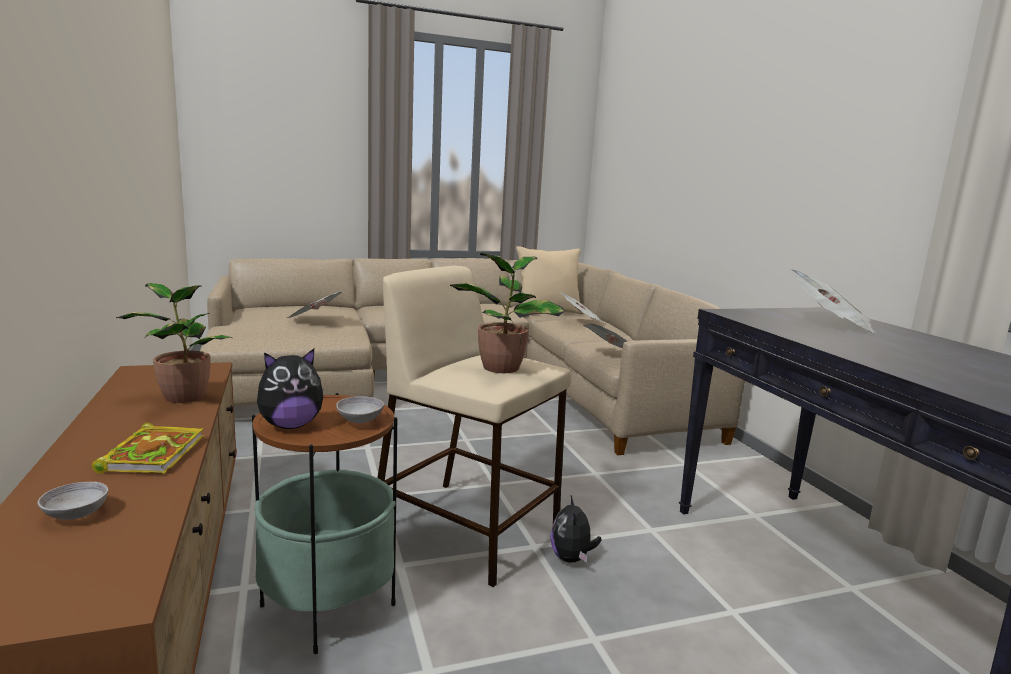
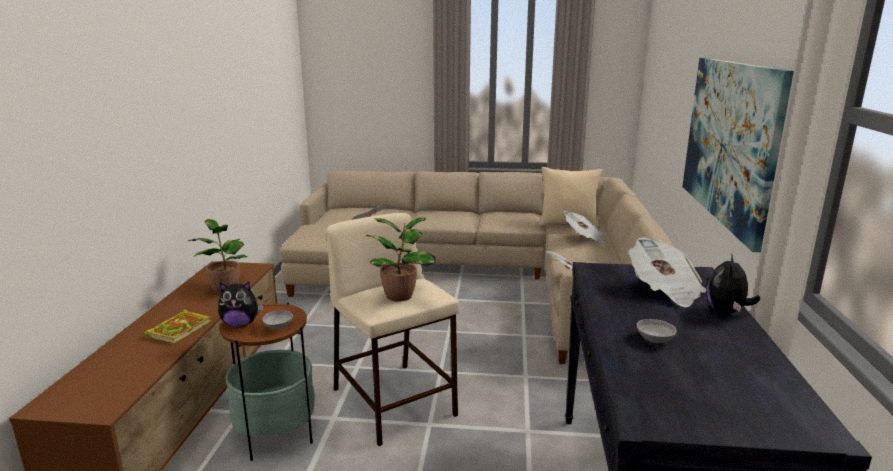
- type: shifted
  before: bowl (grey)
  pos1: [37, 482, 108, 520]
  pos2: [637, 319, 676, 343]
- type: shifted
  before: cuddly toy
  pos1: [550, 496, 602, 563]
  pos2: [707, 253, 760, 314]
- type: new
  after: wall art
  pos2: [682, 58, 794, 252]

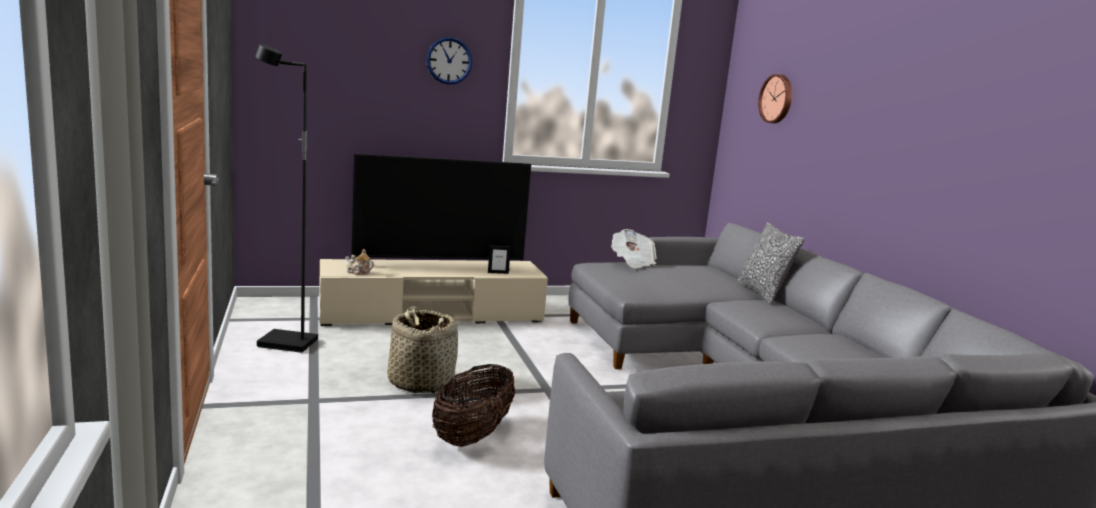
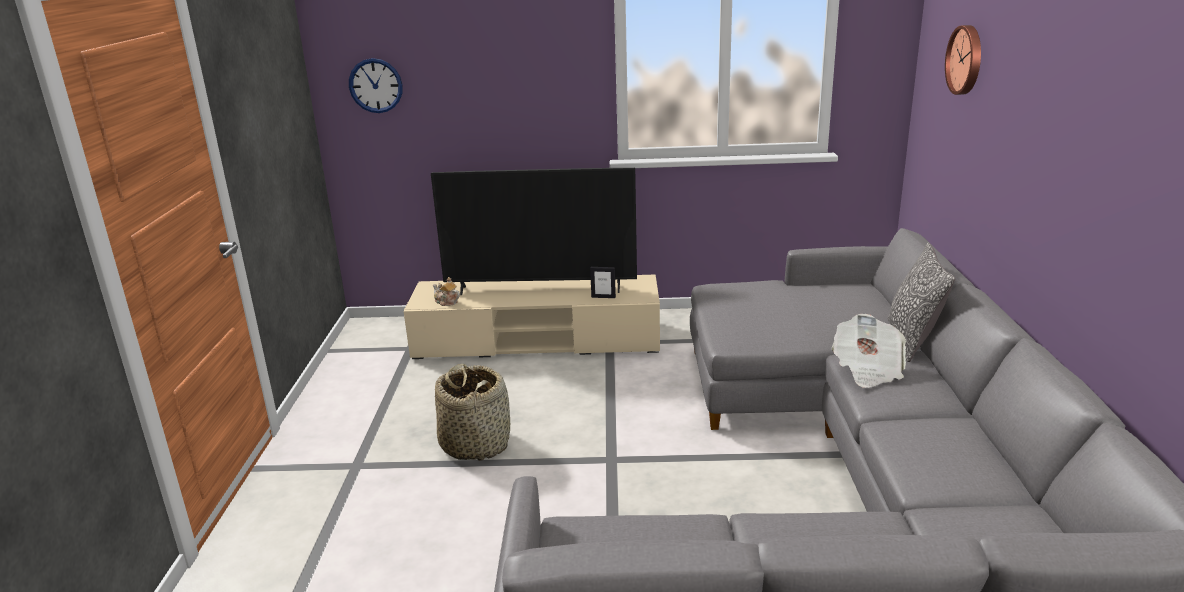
- type: shifted
  before: wall clock
  pos1: [426, 37, 472, 85]
  pos2: [349, 58, 403, 113]
- type: gone
  before: standard lamp (black)
  pos1: [255, 44, 318, 353]
- type: shifted
  before: newspaper
  pos1: [611, 229, 656, 268]
  pos2: [831, 314, 906, 388]
- type: gone
  before: basket
  pos1: [432, 364, 515, 447]

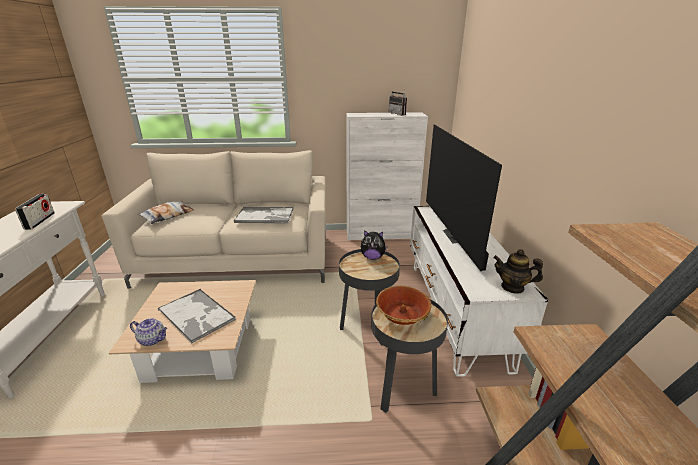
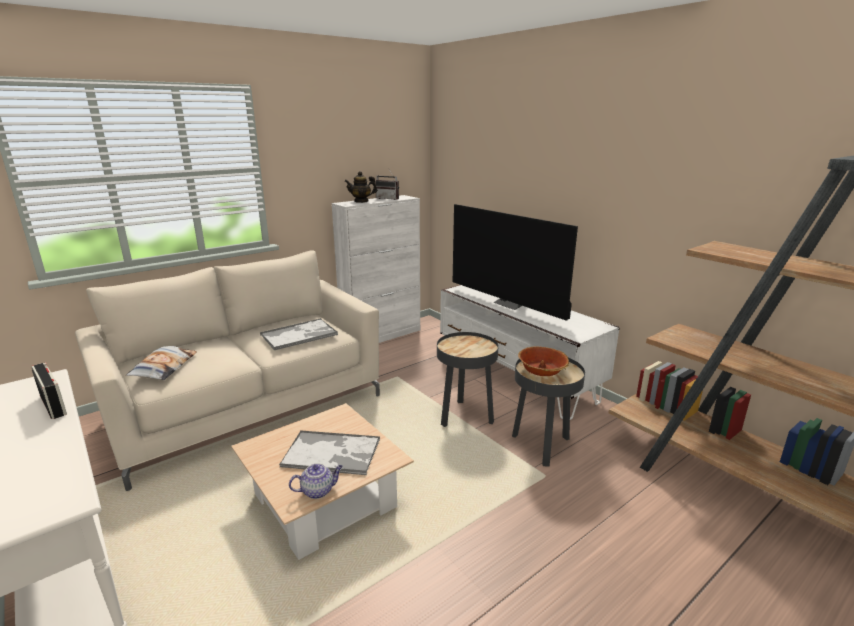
- type: gone
  before: cuddly toy
  pos1: [361, 230, 388, 260]
- type: shifted
  before: teapot
  pos1: [493, 249, 543, 294]
  pos2: [344, 171, 377, 203]

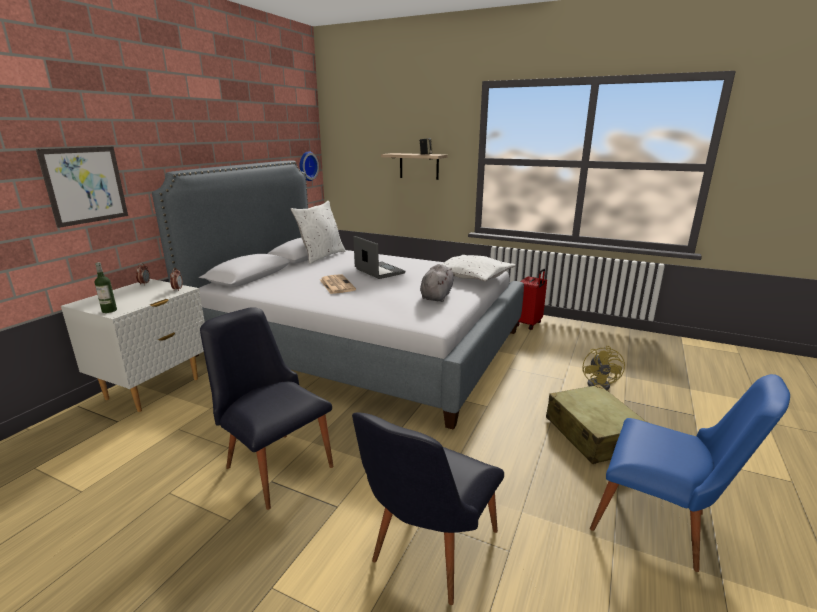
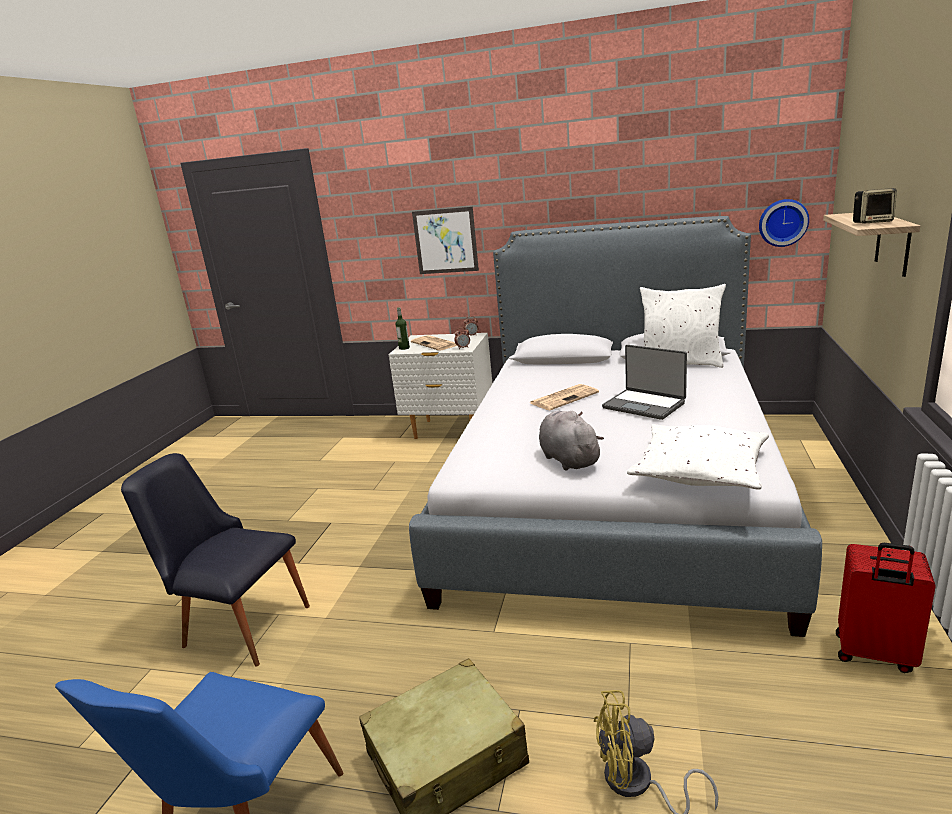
- type: rotated
  before: notebook computer
  pos1: [353, 236, 405, 279]
  pos2: [602, 345, 687, 420]
  turn: 90
- type: rotated
  before: cuddly toy (grey)
  pos1: [420, 264, 455, 302]
  pos2: [539, 411, 604, 471]
  turn: -120
- type: gone
  before: plain chair (black)
  pos1: [200, 307, 334, 510]
- type: new
  after: newspaper
  pos2: [411, 335, 457, 351]

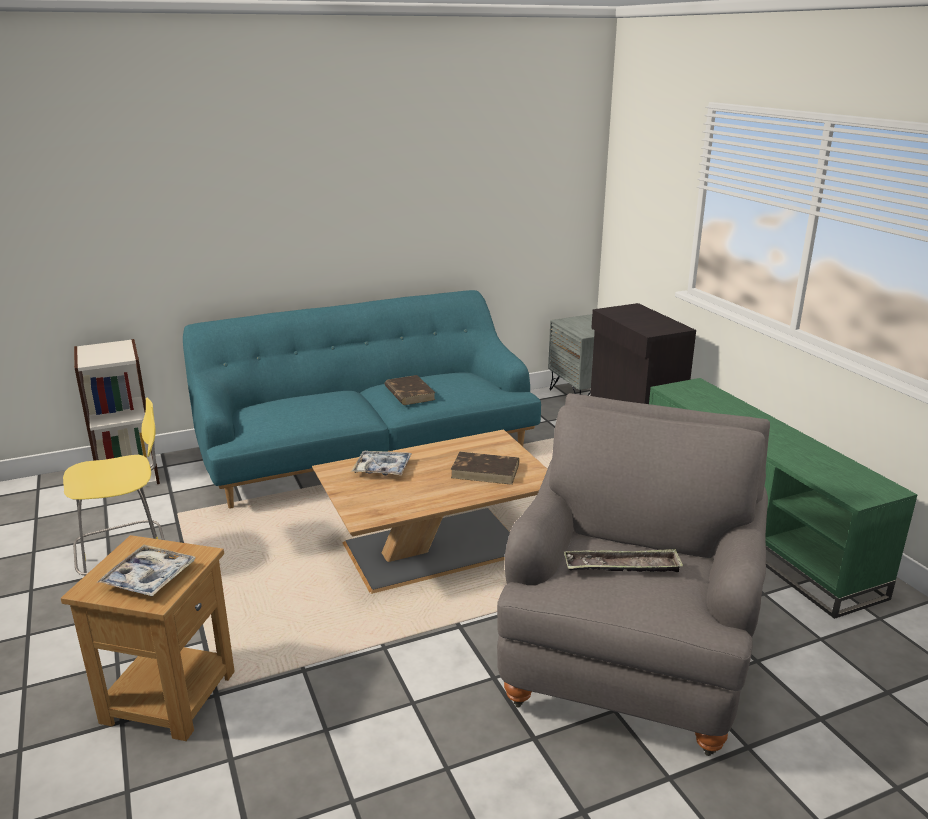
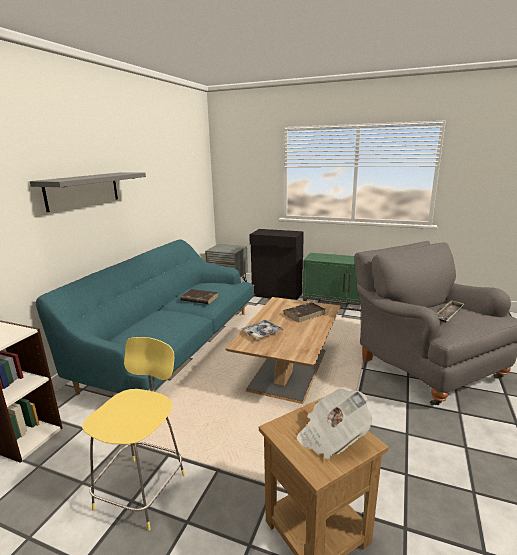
- type: swapped
  before: tray
  after: newspaper
  pos1: [96, 545, 195, 596]
  pos2: [297, 388, 372, 459]
- type: new
  after: shelf (grey)
  pos2: [30, 172, 146, 212]

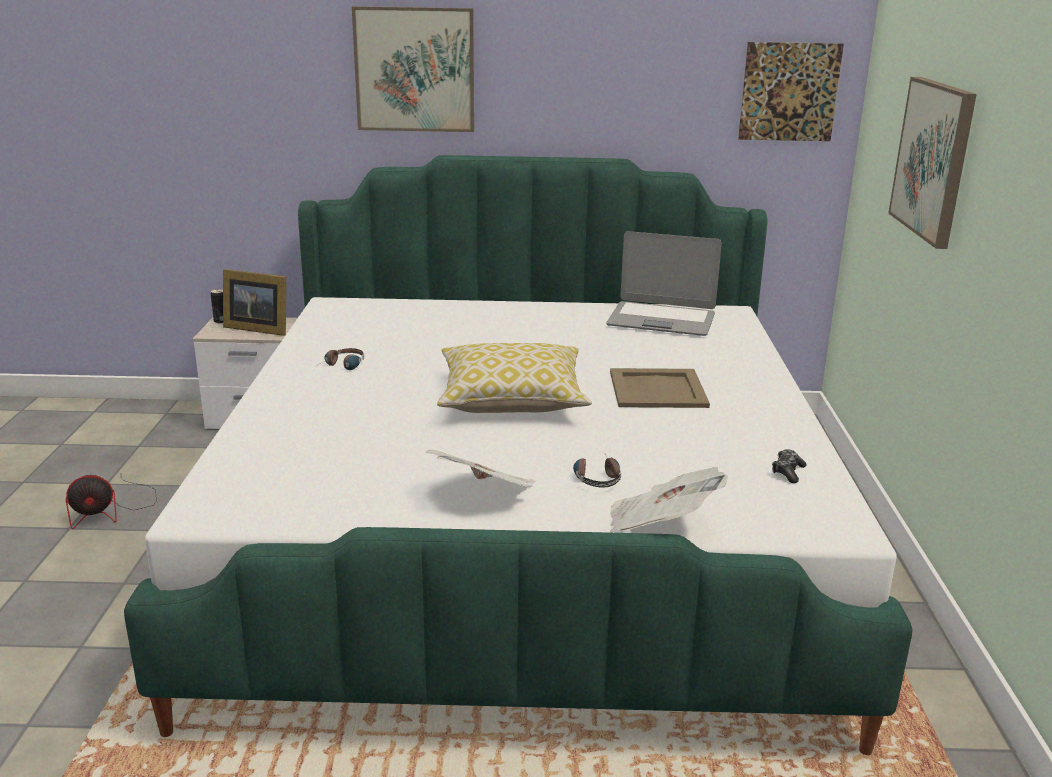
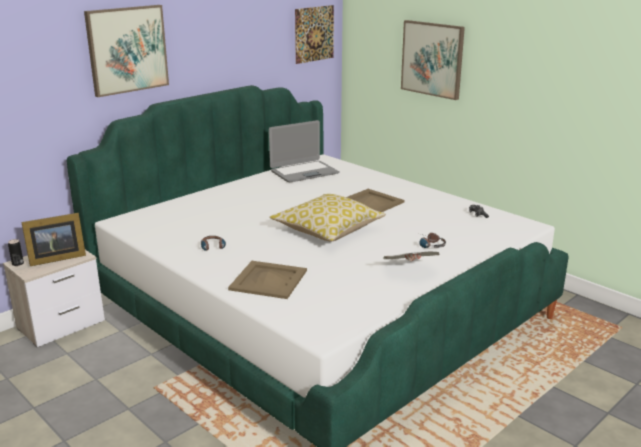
- type: gone
  before: newspaper
  pos1: [610, 467, 728, 533]
- type: gone
  before: electric fan
  pos1: [66, 475, 157, 529]
- type: new
  after: tray (sand-coloured)
  pos2: [228, 261, 307, 299]

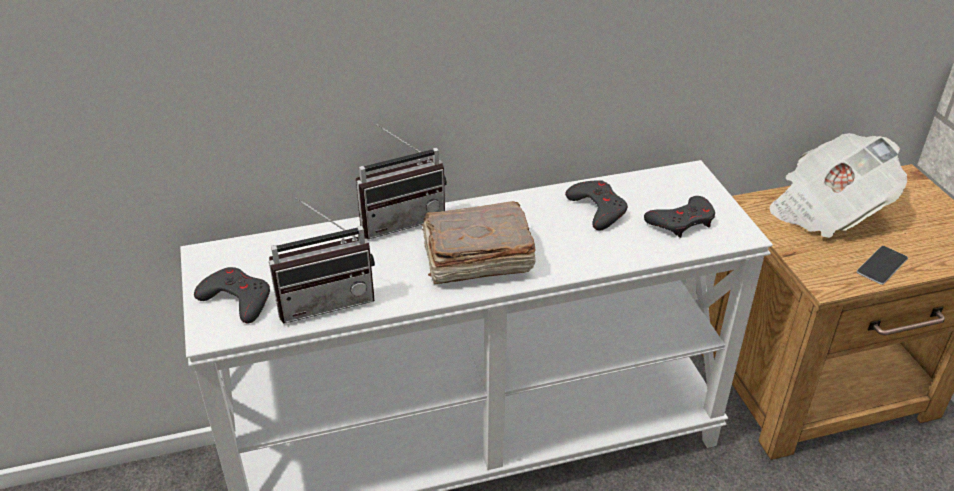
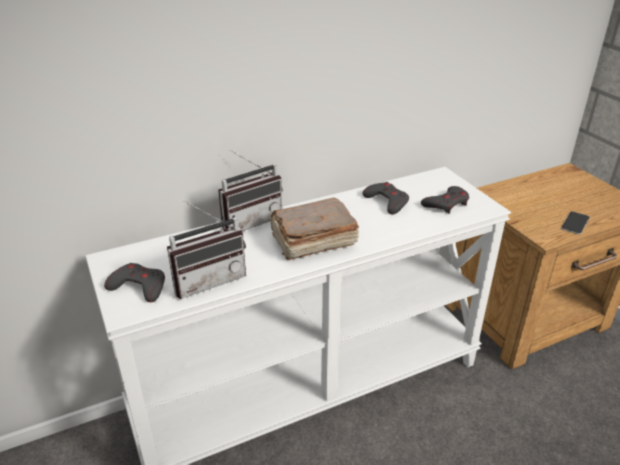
- type: gone
  before: newspaper
  pos1: [769, 133, 907, 238]

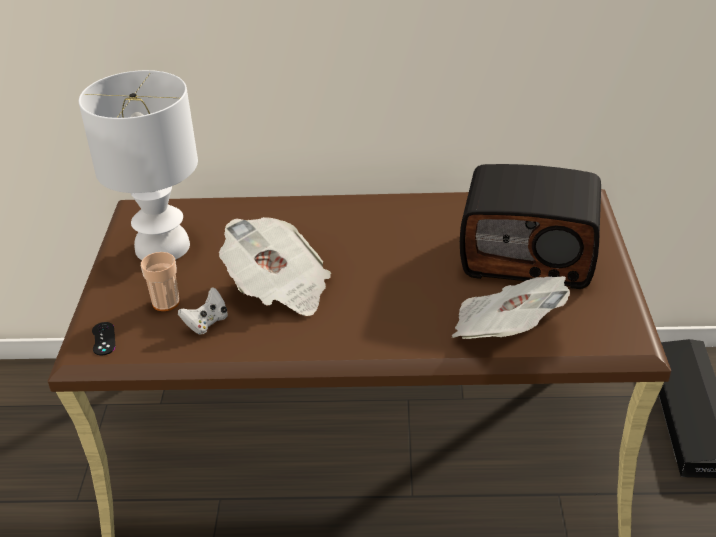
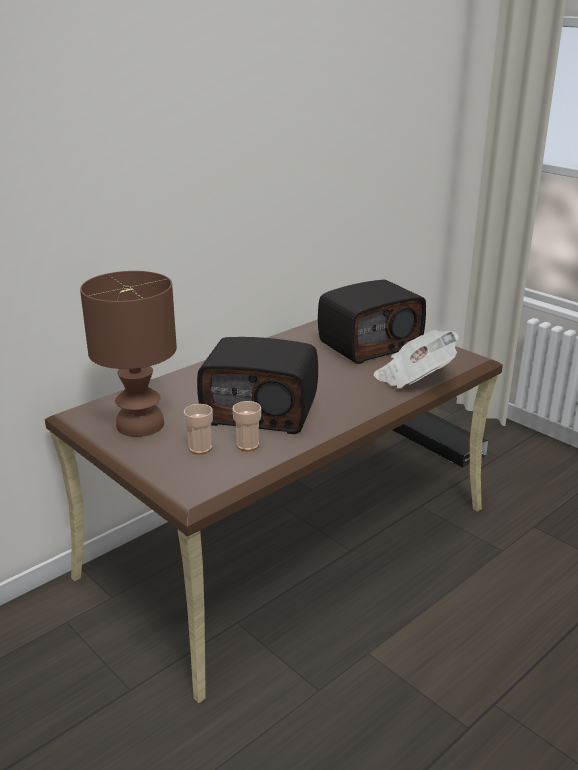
- type: repainted
  before: lamp for a table (white)
  after: lamp for a table (brownish)
  pos1: [79, 70, 198, 260]
  pos2: [80, 271, 177, 437]
- type: swapped
  before: newspaper
  after: radio set
  pos1: [219, 217, 331, 316]
  pos2: [197, 337, 318, 434]
- type: swapped
  before: gamepad (white)
  after: drinking cup
  pos1: [178, 287, 228, 335]
  pos2: [232, 401, 261, 451]
- type: gone
  before: gamepad (black)
  pos1: [92, 322, 115, 355]

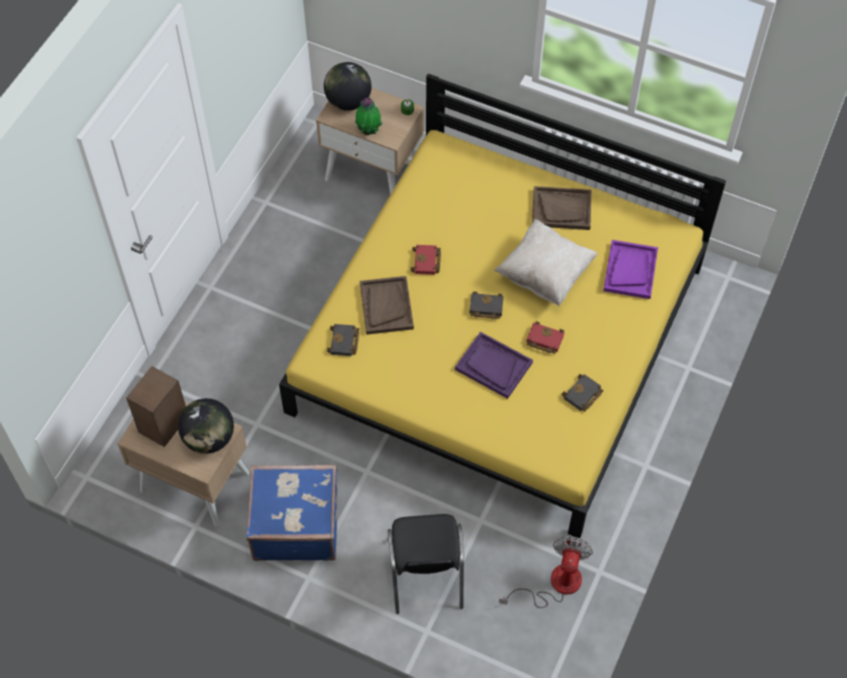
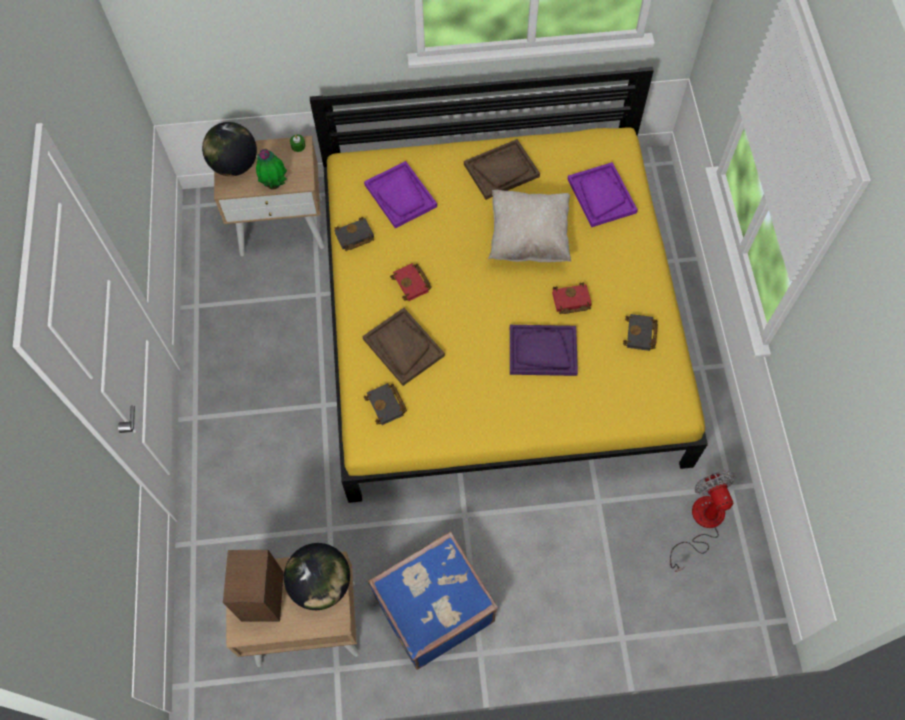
- type: shifted
  before: book (black)
  pos1: [469, 291, 504, 319]
  pos2: [334, 217, 374, 251]
- type: gone
  before: plain chair (black)
  pos1: [388, 514, 464, 614]
- type: new
  after: tray (purplish)
  pos2: [364, 161, 437, 229]

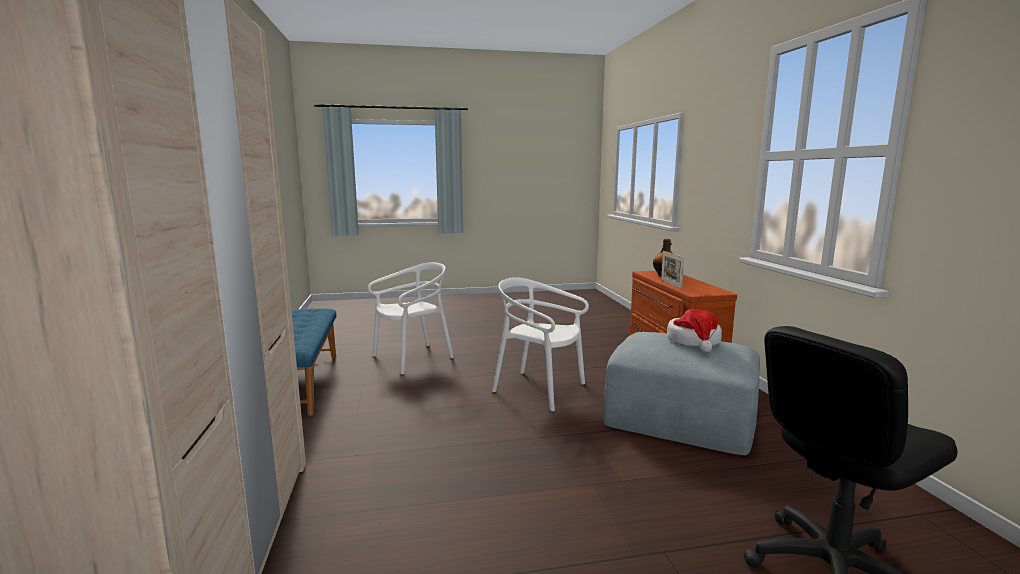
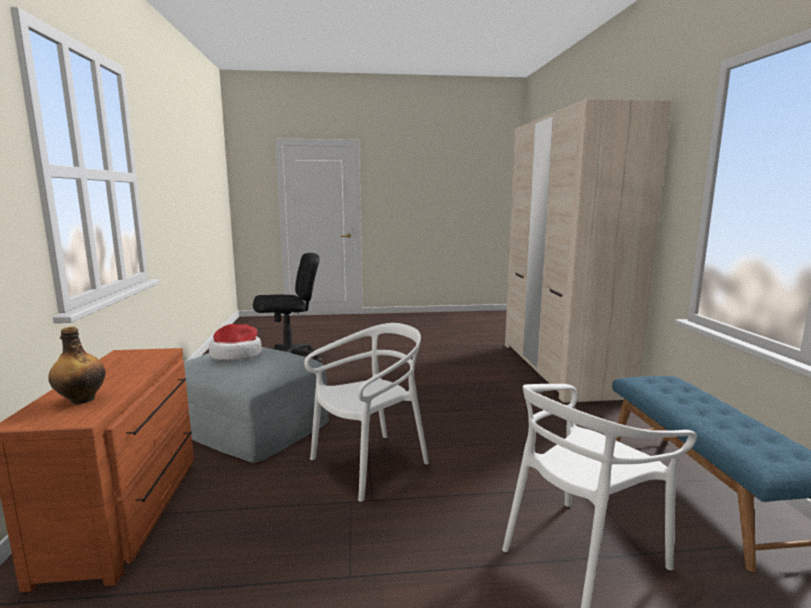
- type: gone
  before: standing frame
  pos1: [661, 251, 684, 289]
- type: rotated
  before: plain chair (white)
  pos1: [492, 277, 589, 411]
  pos2: [304, 323, 429, 502]
  turn: -75

